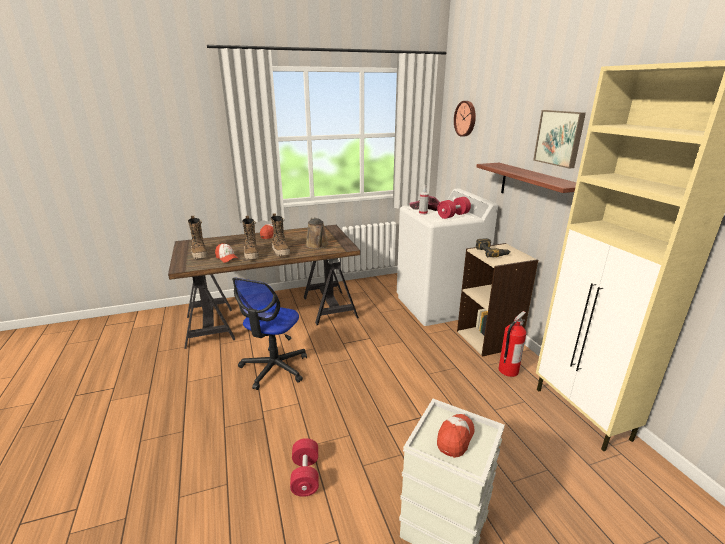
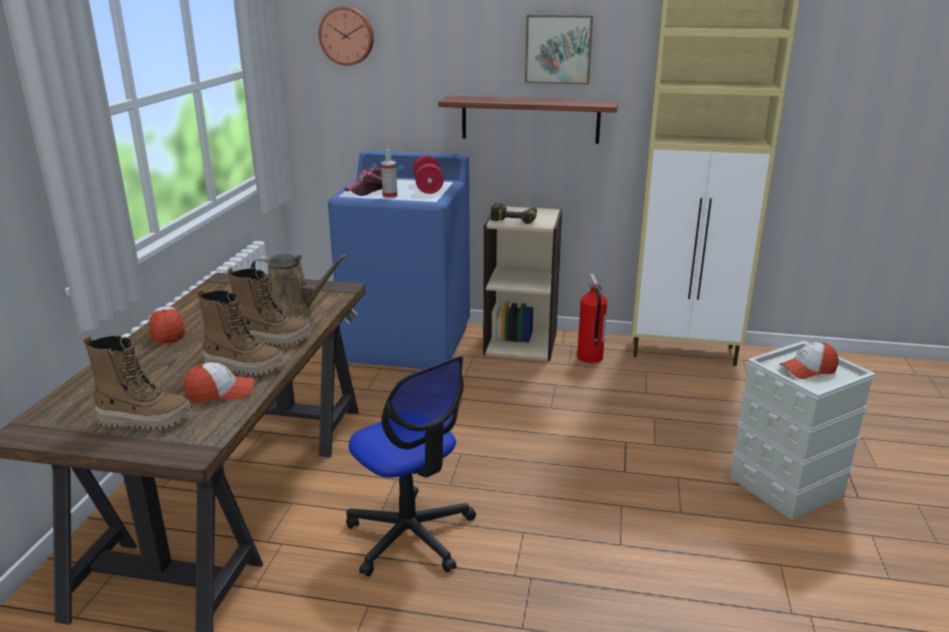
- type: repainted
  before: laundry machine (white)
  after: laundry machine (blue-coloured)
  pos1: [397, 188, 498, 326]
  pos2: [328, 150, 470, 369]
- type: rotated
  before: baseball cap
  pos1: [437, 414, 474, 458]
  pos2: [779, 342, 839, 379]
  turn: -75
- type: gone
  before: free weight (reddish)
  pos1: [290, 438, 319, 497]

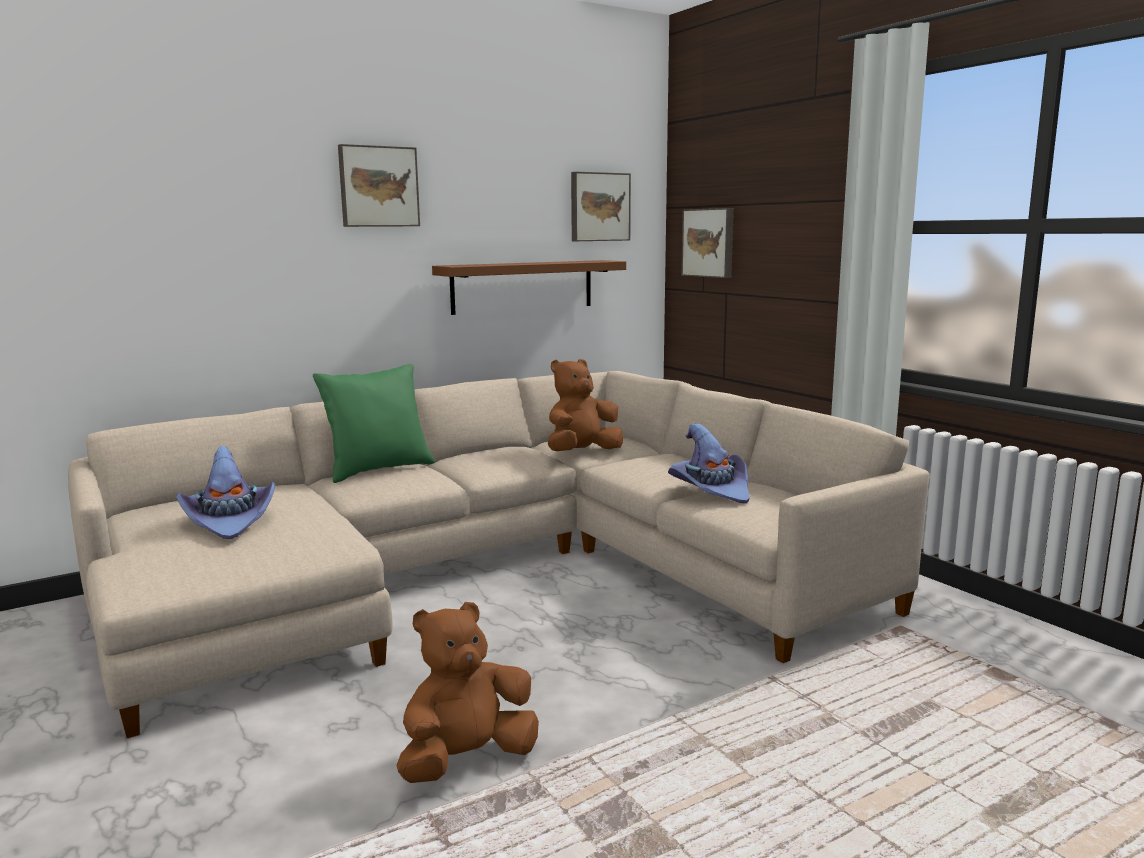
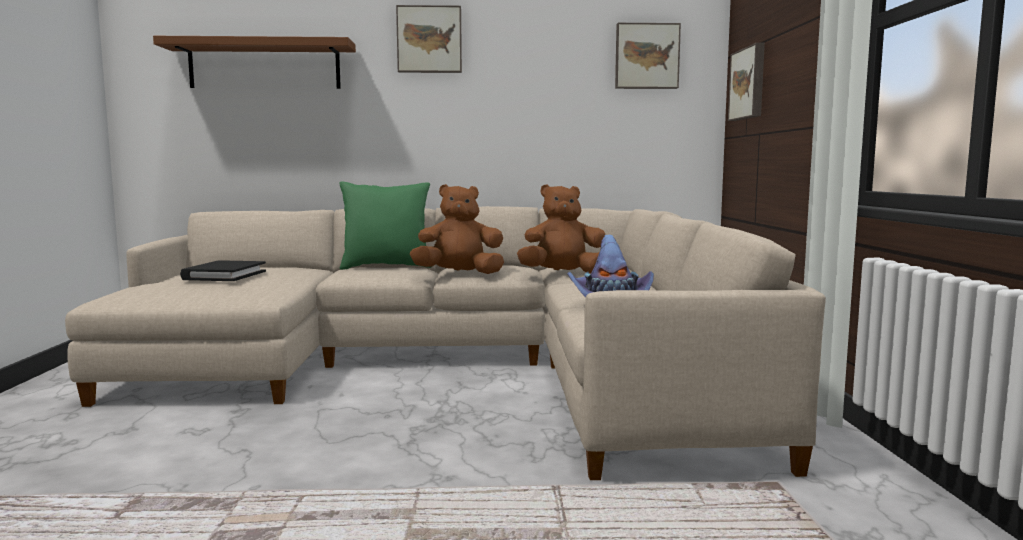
- type: shifted
  before: shelf (brownish)
  pos1: [432, 260, 626, 315]
  pos2: [153, 36, 356, 89]
- type: swapped
  before: clothing hat (purplish)
  after: book (black)
  pos1: [176, 446, 275, 539]
  pos2: [180, 260, 266, 281]
- type: shifted
  before: cuddly toy (brownish)
  pos1: [396, 602, 539, 783]
  pos2: [410, 184, 504, 274]

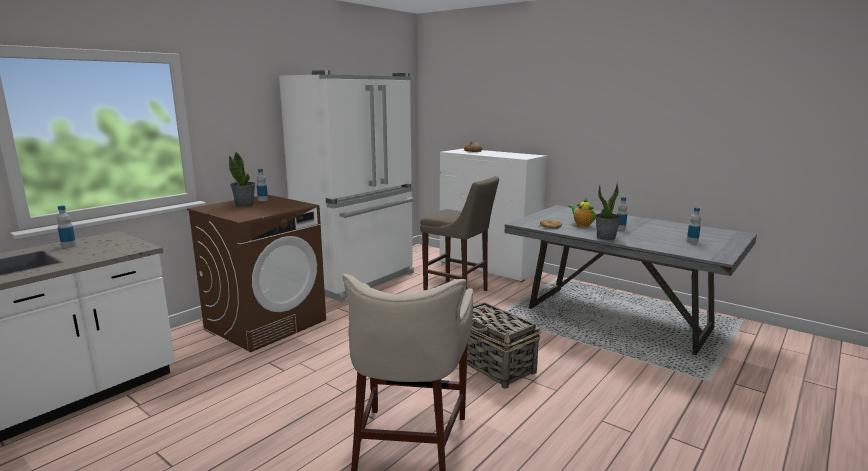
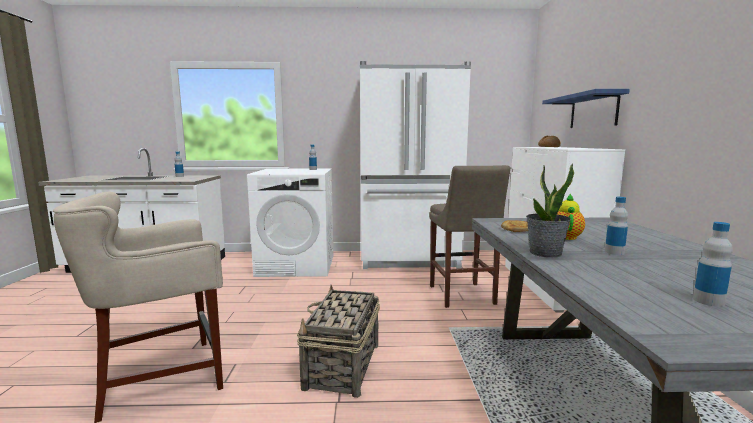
- type: gone
  before: houseplant
  pos1: [229, 152, 255, 207]
- type: repainted
  before: laundry machine (brownish)
  after: laundry machine (white)
  pos1: [187, 195, 326, 352]
  pos2: [247, 169, 333, 277]
- type: new
  after: shelf (blue-coloured)
  pos2: [542, 89, 630, 128]

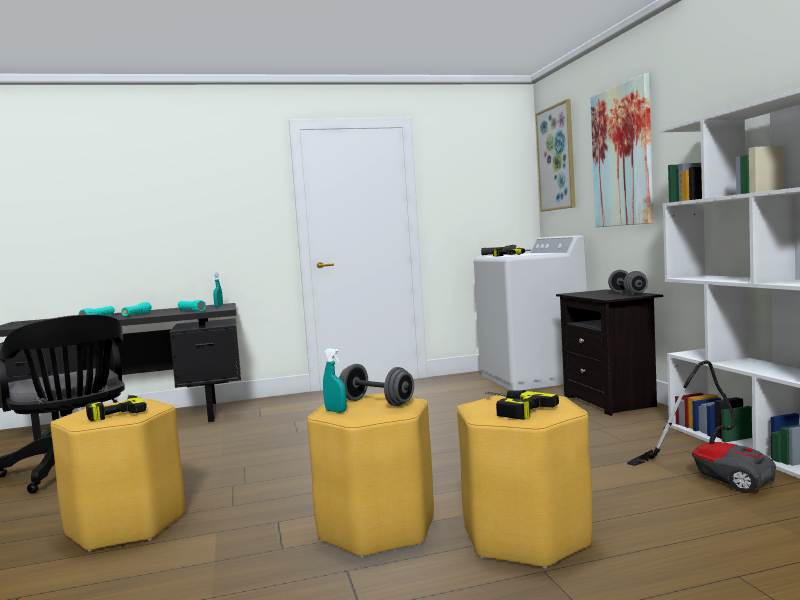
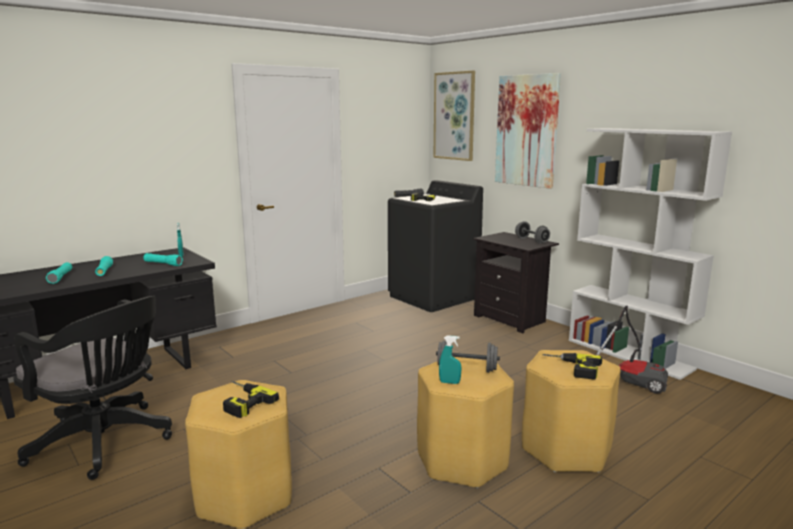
- type: repainted
  before: laundry machine (white)
  after: laundry machine (black)
  pos1: [474, 235, 587, 391]
  pos2: [388, 180, 483, 312]

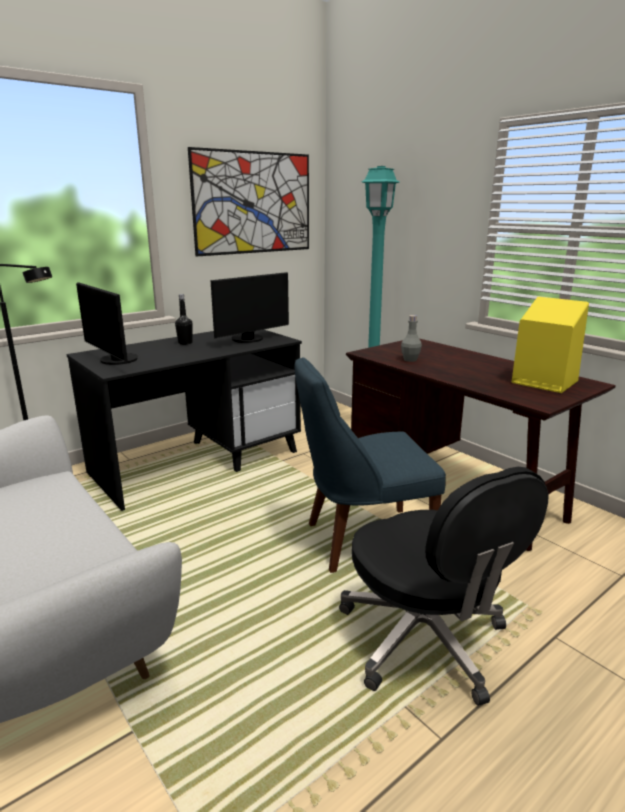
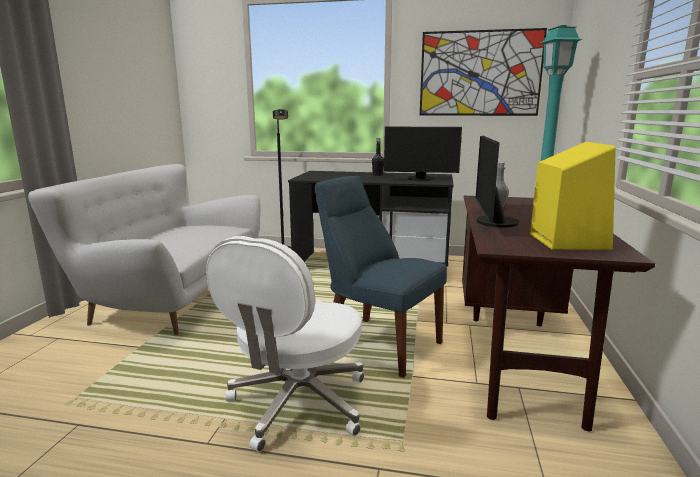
- type: shifted
  before: computer screen
  pos1: [76, 282, 138, 365]
  pos2: [476, 136, 520, 227]
- type: repainted
  before: desk chair (black)
  after: desk chair (white)
  pos1: [339, 467, 549, 706]
  pos2: [206, 236, 364, 452]

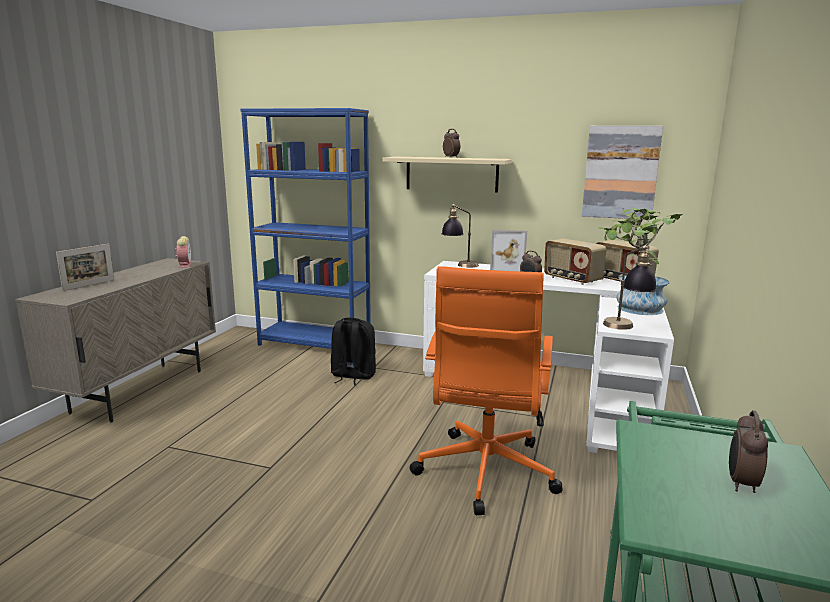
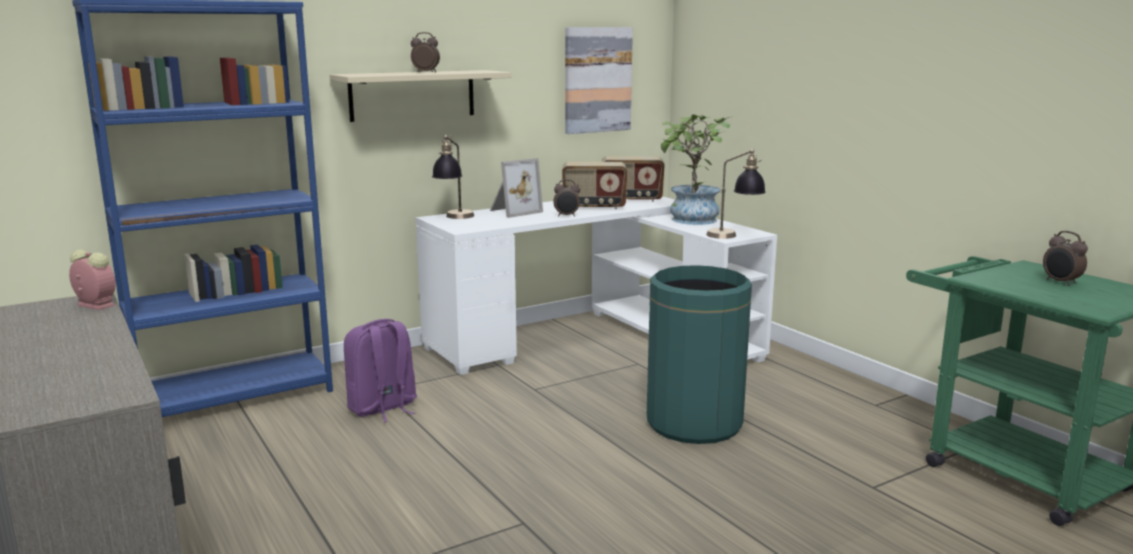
- type: gone
  before: standing frame
  pos1: [56, 244, 114, 291]
- type: swapped
  before: desk chair (orange)
  after: waste bin (green)
  pos1: [410, 266, 562, 515]
  pos2: [647, 265, 752, 444]
- type: repainted
  before: rucksack (black)
  after: rucksack (purplish)
  pos1: [331, 317, 376, 385]
  pos2: [344, 319, 417, 423]

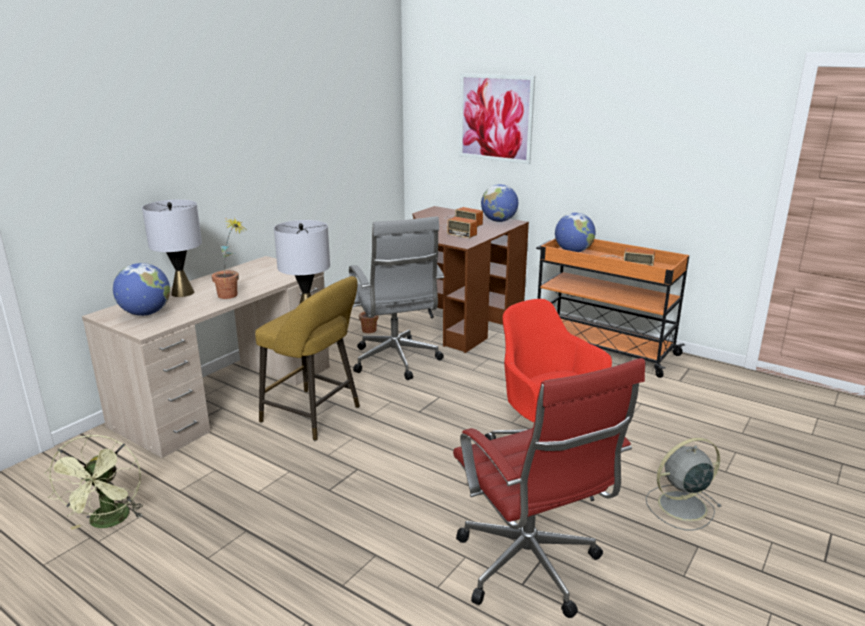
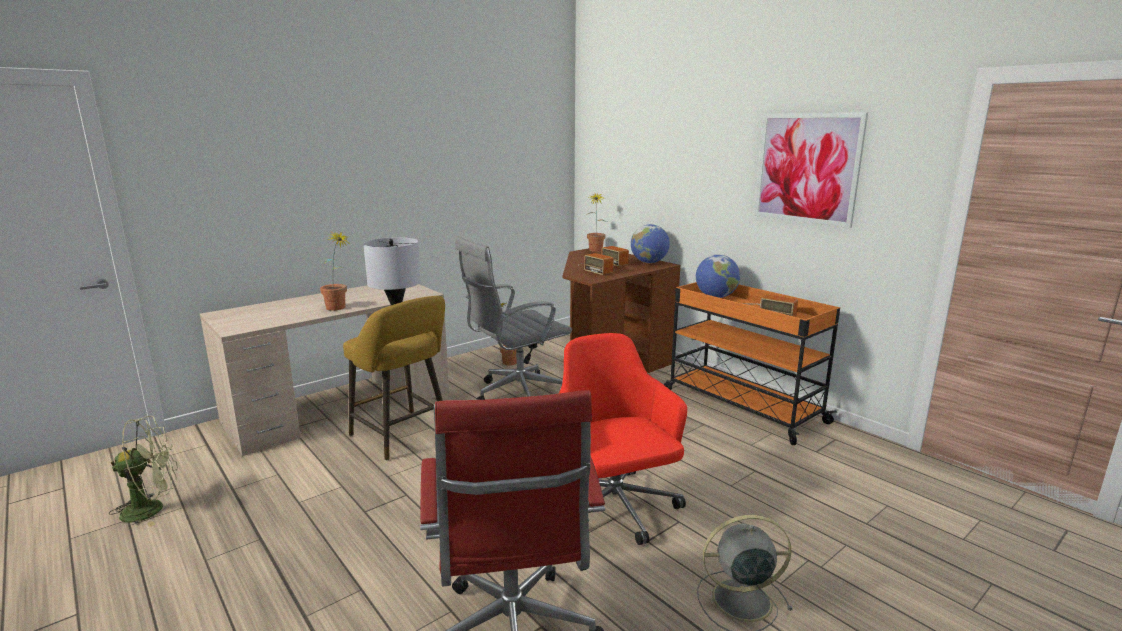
- type: shifted
  before: wall art
  pos1: [459, 73, 535, 164]
  pos2: [754, 112, 868, 228]
- type: gone
  before: lamp for a table (grey)
  pos1: [142, 200, 202, 297]
- type: rotated
  before: desk chair (grey)
  pos1: [349, 216, 444, 380]
  pos2: [455, 236, 572, 400]
  turn: 60
- type: gone
  before: desk globe
  pos1: [113, 263, 170, 316]
- type: rotated
  before: electric fan (green)
  pos1: [45, 434, 143, 530]
  pos2: [109, 416, 178, 527]
  turn: -120
- type: new
  after: houseplant
  pos2: [586, 194, 607, 252]

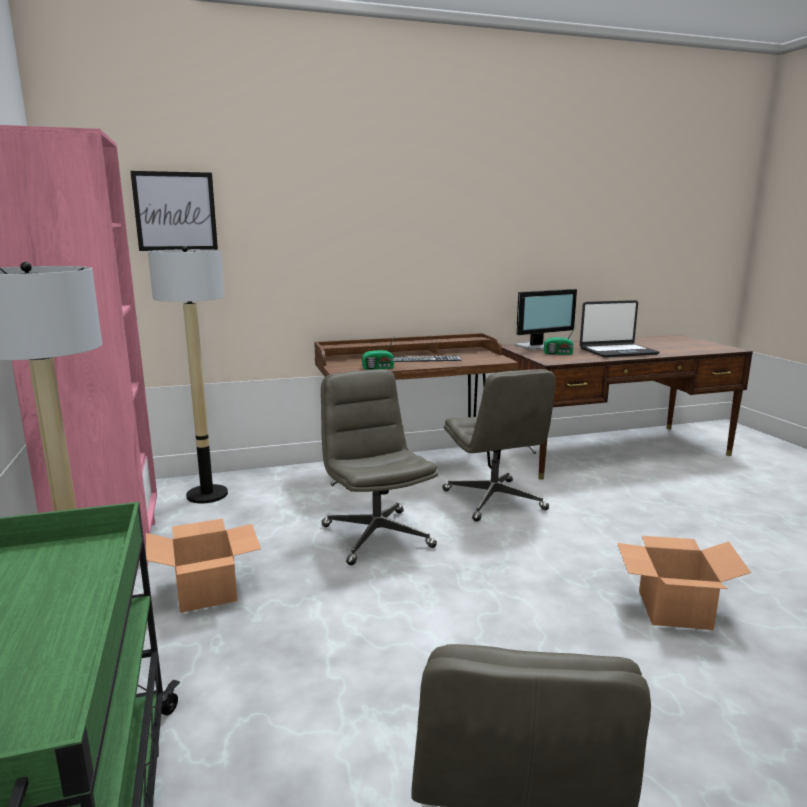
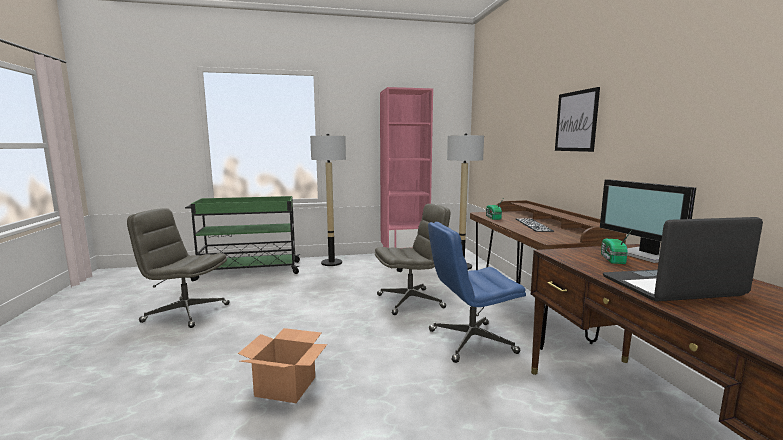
- type: shifted
  before: wall art
  pos1: [130, 171, 218, 251]
  pos2: [555, 87, 600, 152]
- type: rotated
  before: notebook computer
  pos1: [580, 300, 660, 358]
  pos2: [603, 217, 763, 302]
  turn: 90
- type: repainted
  before: desk chair (grey)
  after: desk chair (blue-coloured)
  pos1: [442, 369, 556, 522]
  pos2: [428, 222, 526, 363]
- type: gone
  before: packing box
  pos1: [146, 518, 261, 613]

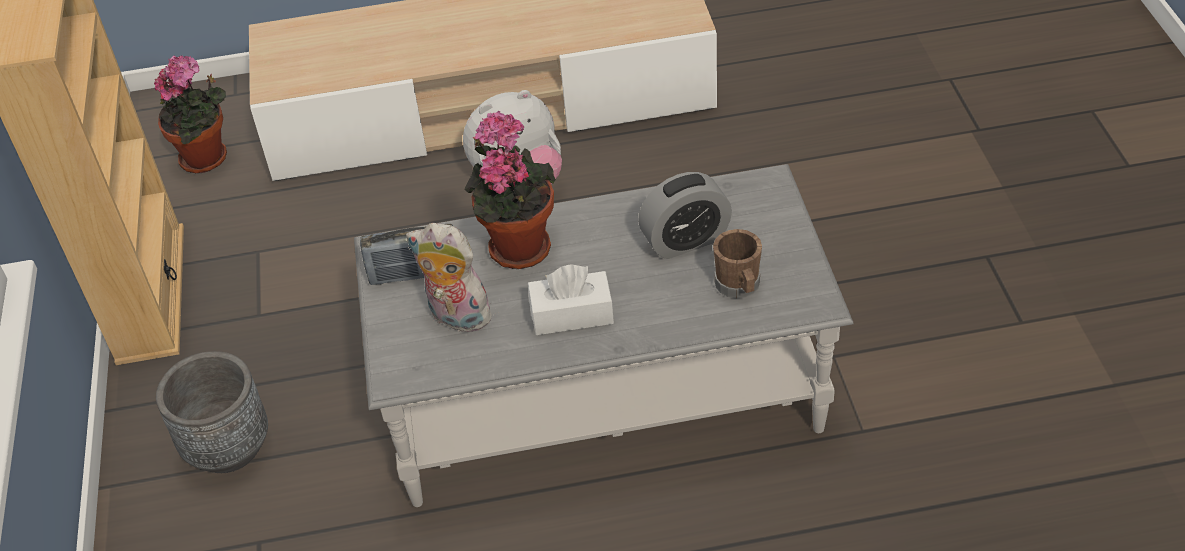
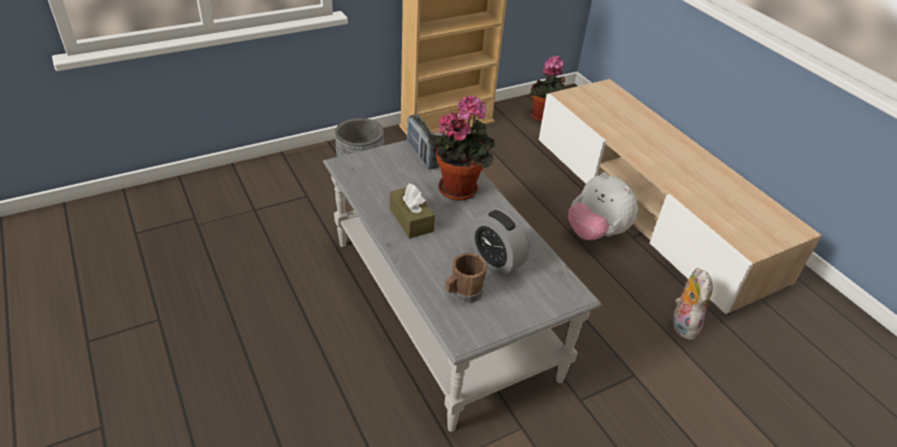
- type: shifted
  before: cuddly toy
  pos1: [406, 223, 499, 332]
  pos2: [671, 268, 713, 340]
- type: repainted
  before: box of tissues (white)
  after: box of tissues (brownish)
  pos1: [528, 264, 614, 335]
  pos2: [390, 183, 435, 239]

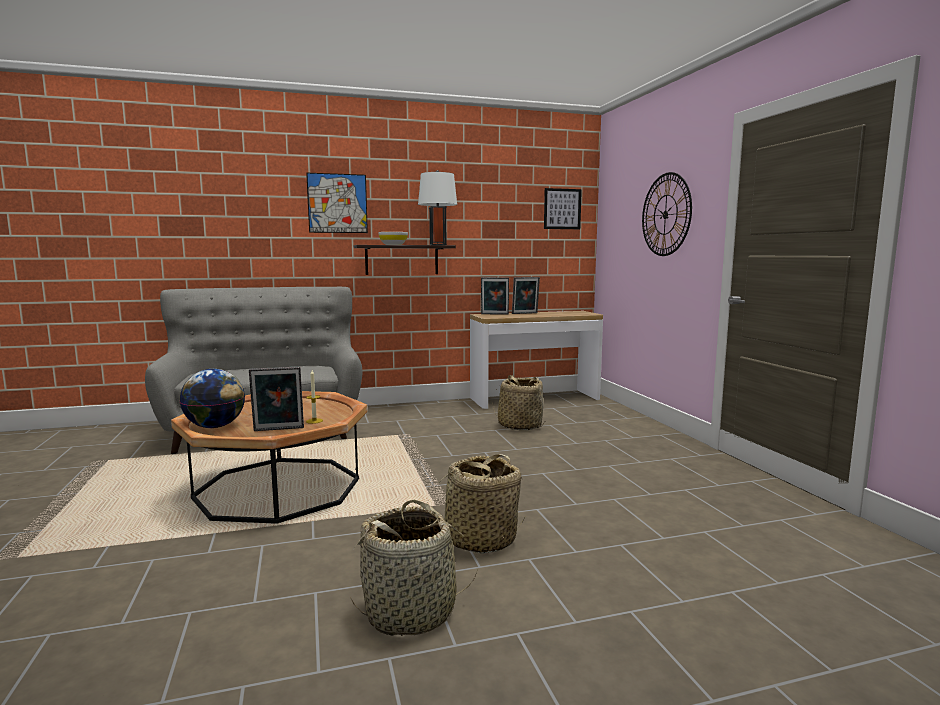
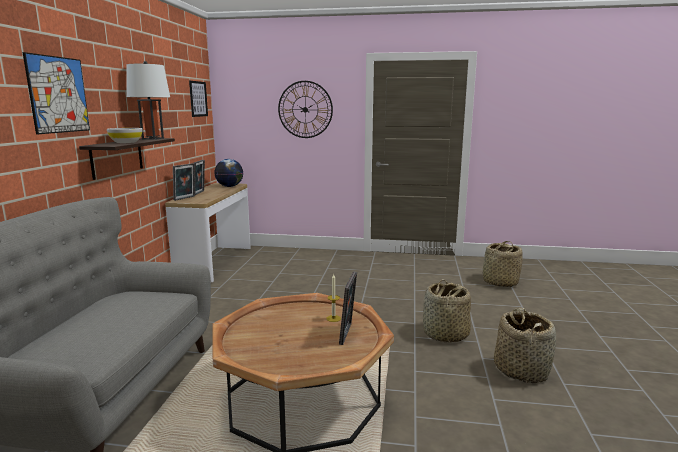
- type: shifted
  before: desk globe
  pos1: [180, 369, 245, 428]
  pos2: [214, 159, 243, 187]
- type: shifted
  before: basket
  pos1: [493, 375, 546, 430]
  pos2: [483, 241, 523, 287]

